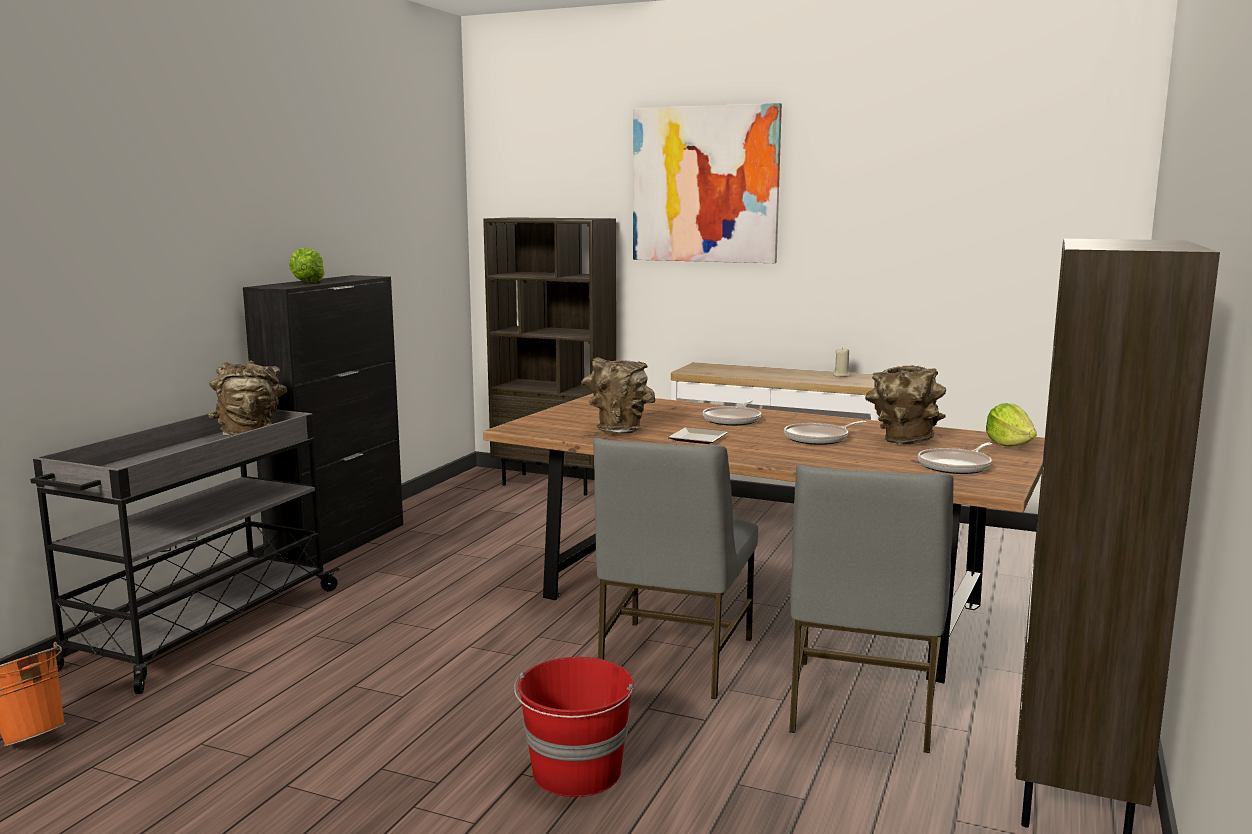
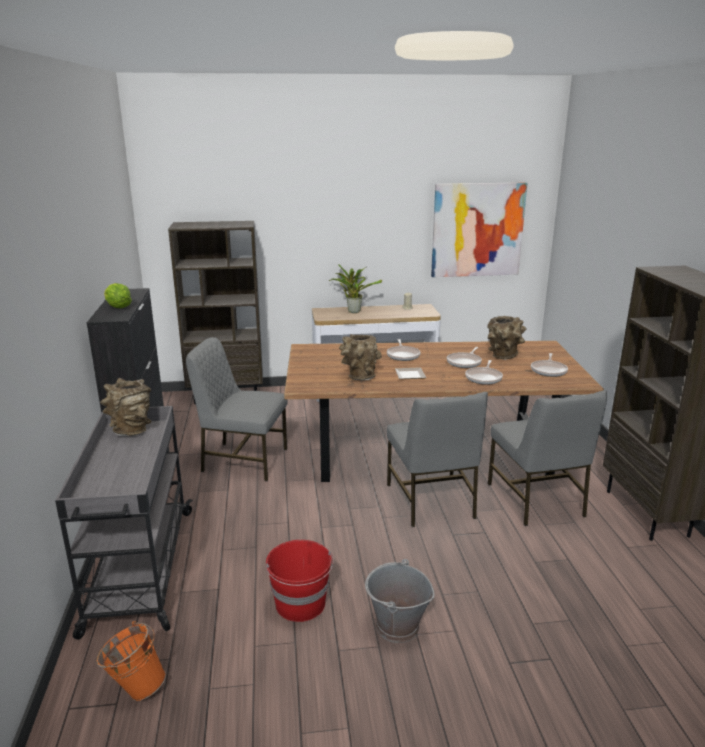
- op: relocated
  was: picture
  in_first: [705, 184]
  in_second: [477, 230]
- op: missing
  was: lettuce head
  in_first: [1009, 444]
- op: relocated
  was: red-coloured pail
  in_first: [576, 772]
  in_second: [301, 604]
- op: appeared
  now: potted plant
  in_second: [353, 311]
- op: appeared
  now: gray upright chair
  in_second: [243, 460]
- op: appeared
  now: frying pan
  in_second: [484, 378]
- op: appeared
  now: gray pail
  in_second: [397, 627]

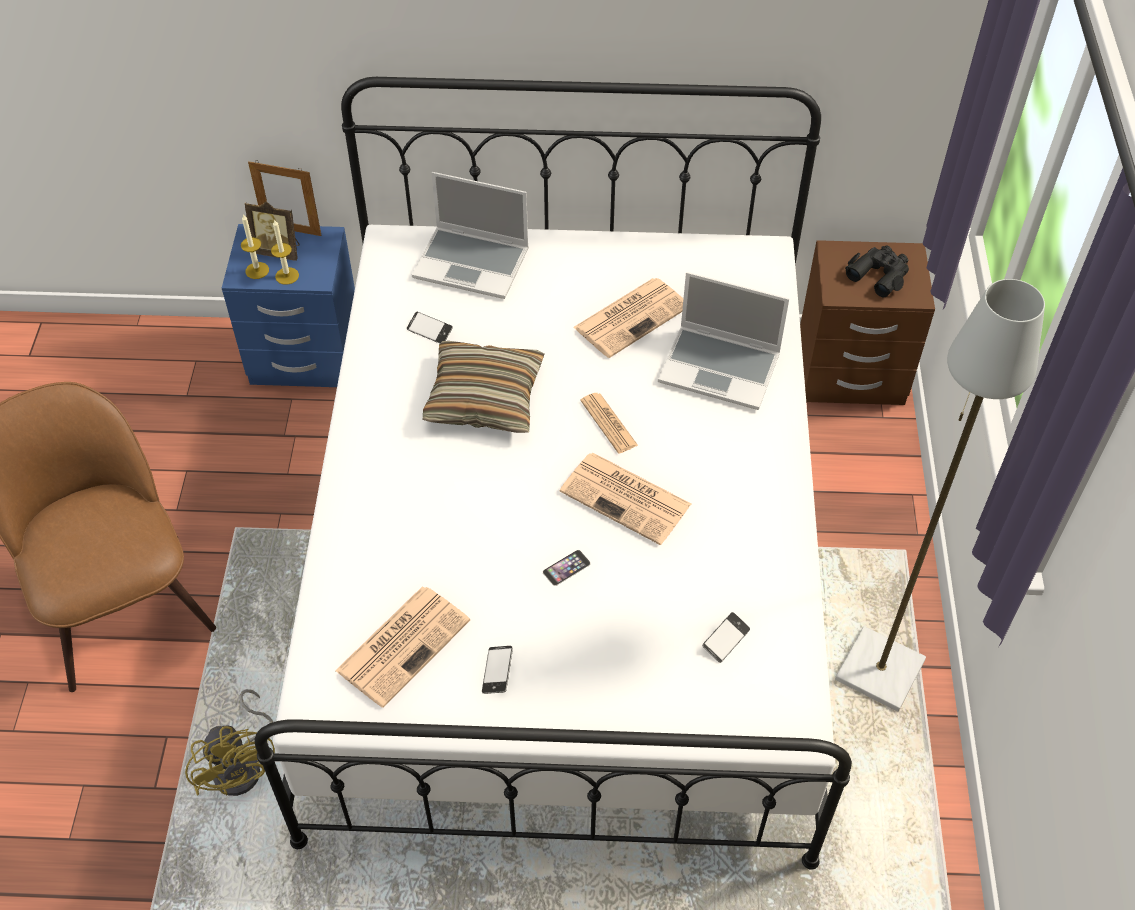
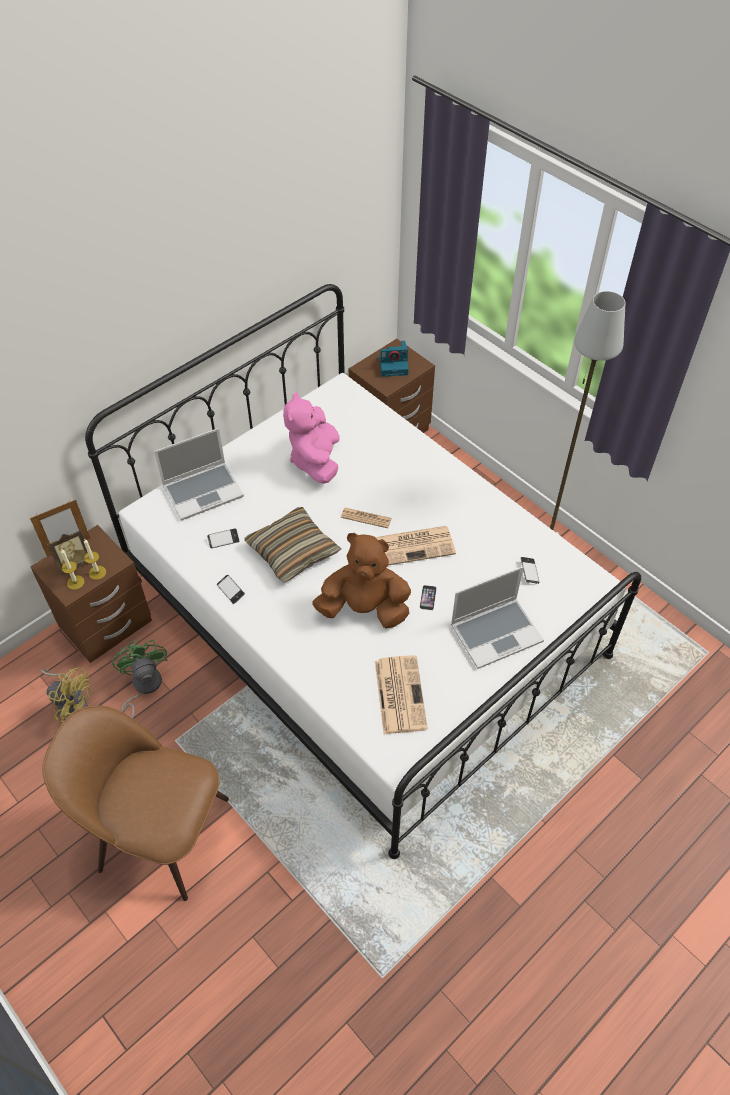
- op: colour
  was: bluish night table
  now: brown night table
  in_first: [306, 357]
  in_second: [105, 624]
- op: exchanged
  was: black pair of binoculars
  now: photo camera
  in_first: [879, 274]
  in_second: [394, 365]
- op: relocated
  was: portable computer
  in_first: [721, 368]
  in_second: [496, 632]
- op: exchanged
  was: newspaper
  now: pink cuddly toy
  in_first: [632, 316]
  in_second: [315, 460]
- op: relocated
  was: phone
  in_first: [497, 672]
  in_second: [231, 590]
- op: relocated
  was: yellowish electric fan
  in_first: [244, 765]
  in_second: [72, 703]
- op: appeared
  now: brown cuddly toy
  in_second: [364, 608]
- op: appeared
  now: green electric fan
  in_second: [143, 687]

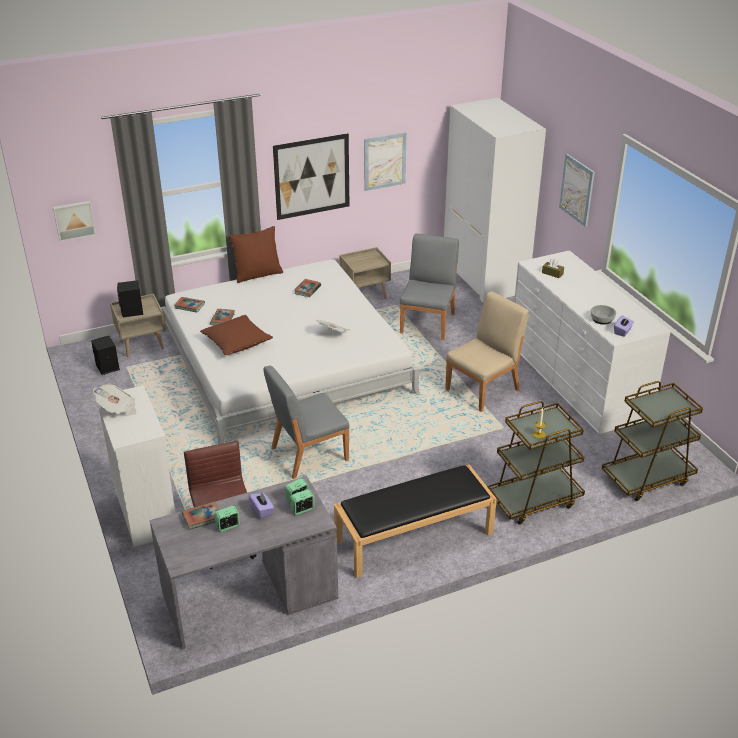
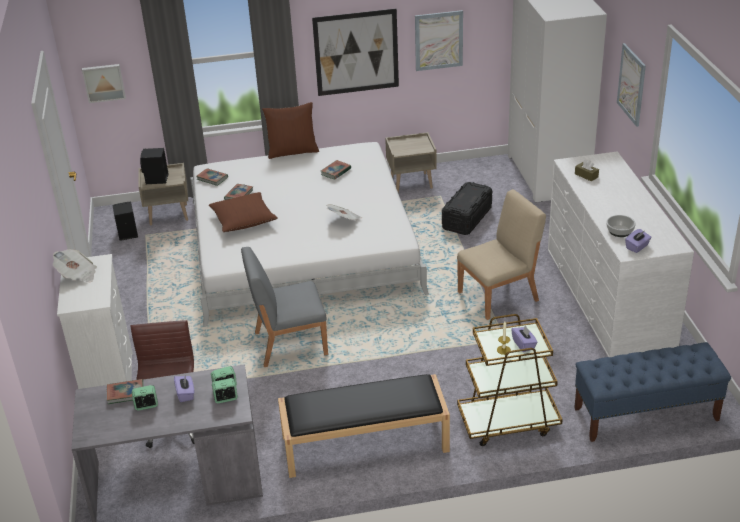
- op: exchanged
  was: gray upright chair
  now: black storage box
  in_first: [428, 323]
  in_second: [467, 218]
- op: exchanged
  was: brown cart
  now: bluish indoor bench
  in_first: [647, 478]
  in_second: [645, 414]
- op: appeared
  now: purple tissue box
  in_second: [524, 344]

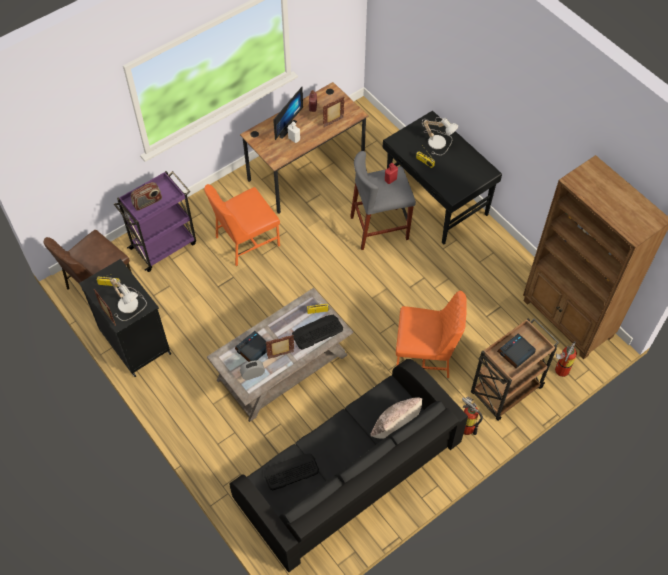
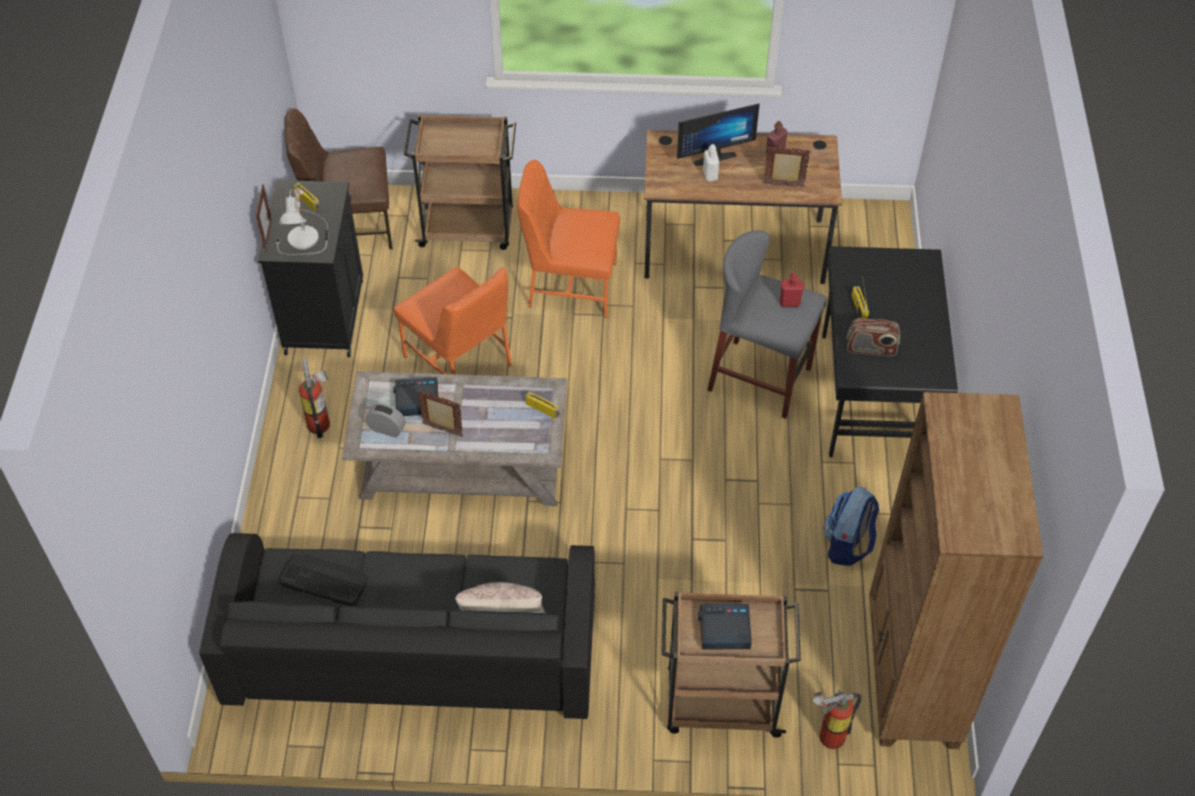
- op: missing
  was: lamp for a table
  in_first: [439, 141]
- op: colour
  was: purple cart
  now: brown cart
  in_first: [164, 245]
  in_second: [468, 228]
- op: relocated
  was: radio set
  in_first: [147, 202]
  in_second: [871, 349]
- op: relocated
  was: orange-coloured upright chair
  in_first: [425, 355]
  in_second: [460, 361]
- op: missing
  was: PC keyboard
  in_first: [317, 332]
- op: relocated
  was: extinguisher
  in_first: [466, 426]
  in_second: [320, 422]
- op: appeared
  now: backpack
  in_second: [847, 544]

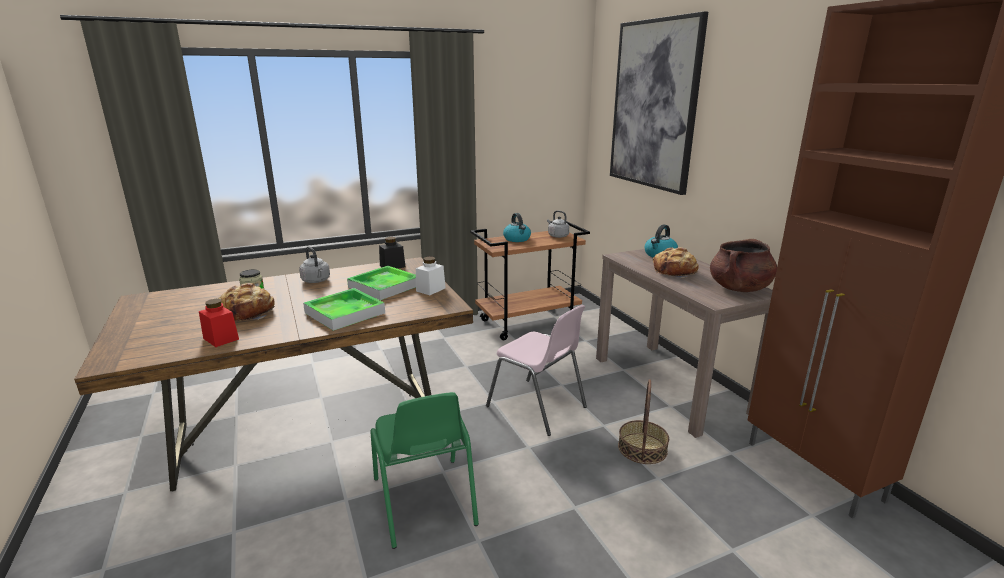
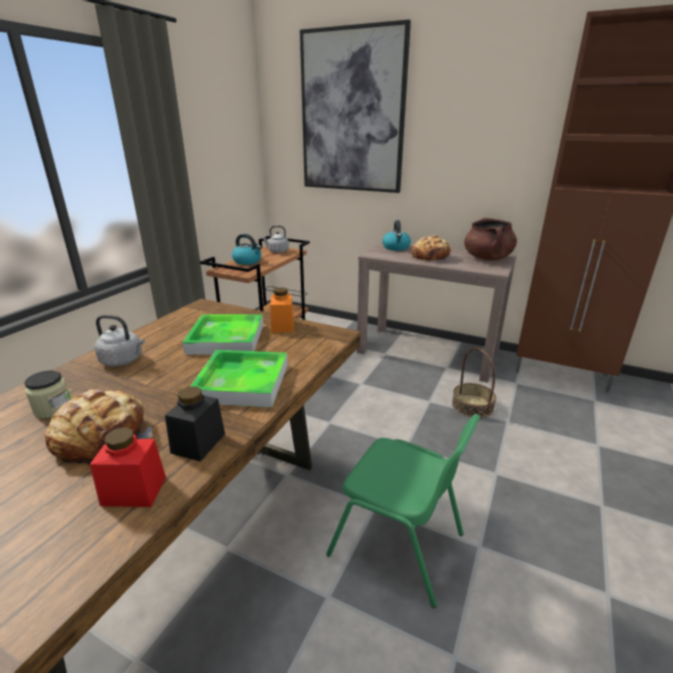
- op: relocated
  was: black jar
  in_first: [392, 266]
  in_second: [198, 443]
- op: colour
  was: whitish jar
  now: orange-coloured jar
  in_first: [430, 289]
  in_second: [282, 326]
- op: missing
  was: pink upright chair
  in_first: [537, 407]

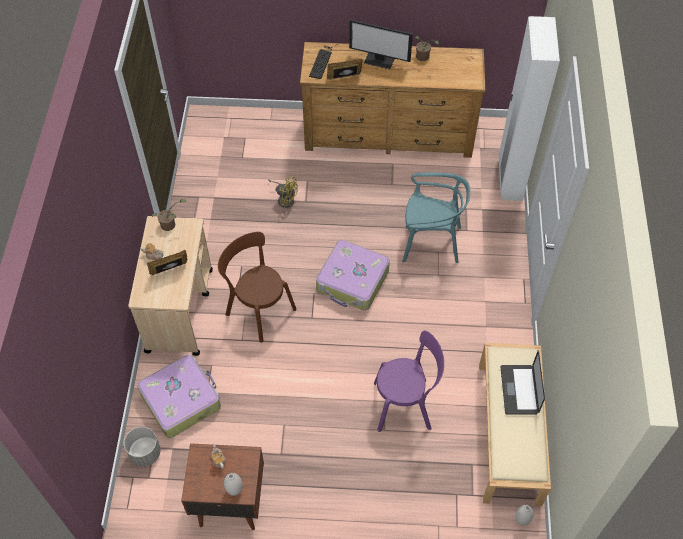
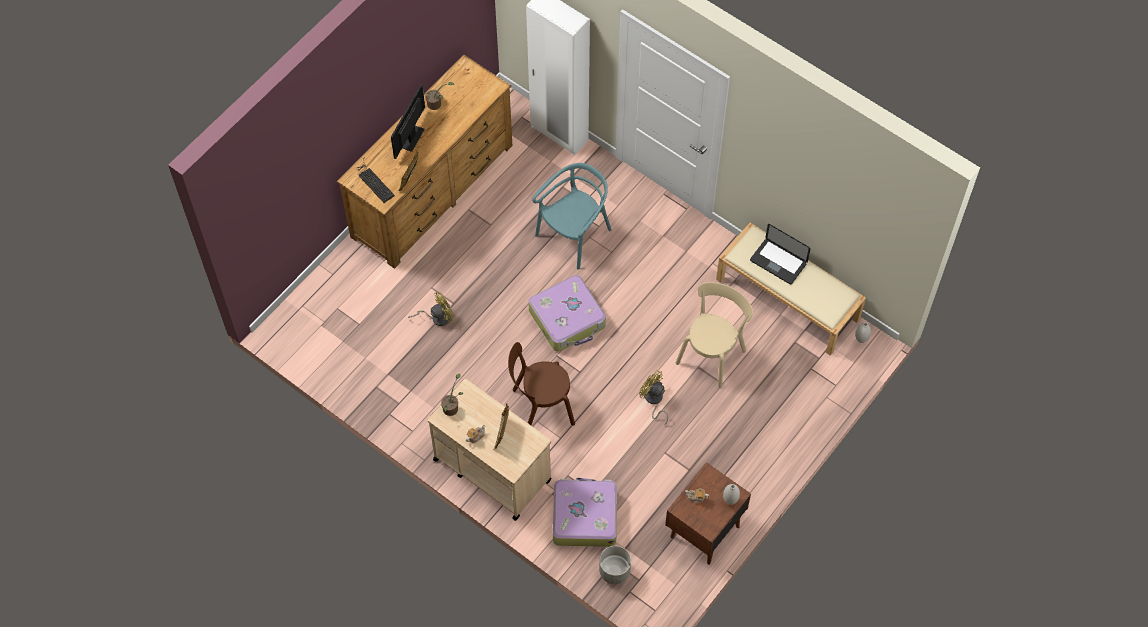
- op: spun
  was: monitor
  in_first: [380, 60]
  in_second: [410, 138]
  clockwise: 150
- op: colour
  was: purple upright chair
  now: sand-coloured upright chair
  in_first: [406, 405]
  in_second: [712, 354]
- op: appeared
  now: yellowish electric fan
  in_second: [653, 400]

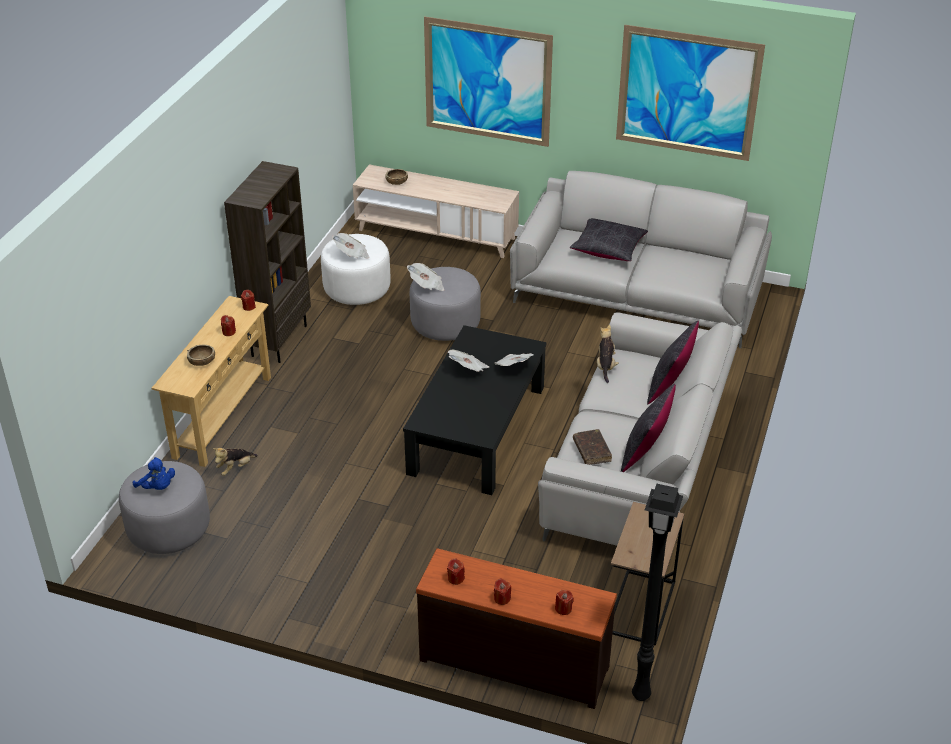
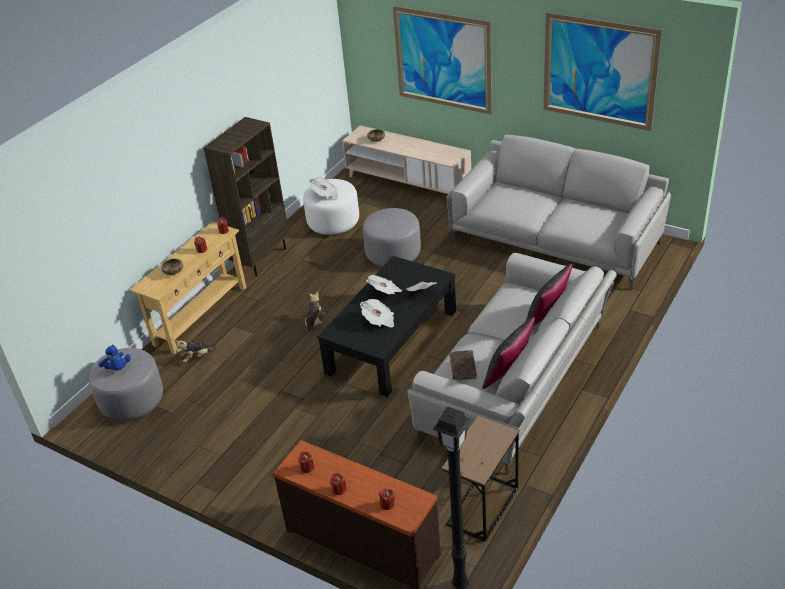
- op: missing
  was: black throw pillow
  in_first: [608, 248]
- op: relocated
  was: newspaper
  in_first: [426, 286]
  in_second: [379, 321]
- op: relocated
  was: cuddly toy
  in_first: [605, 366]
  in_second: [315, 323]

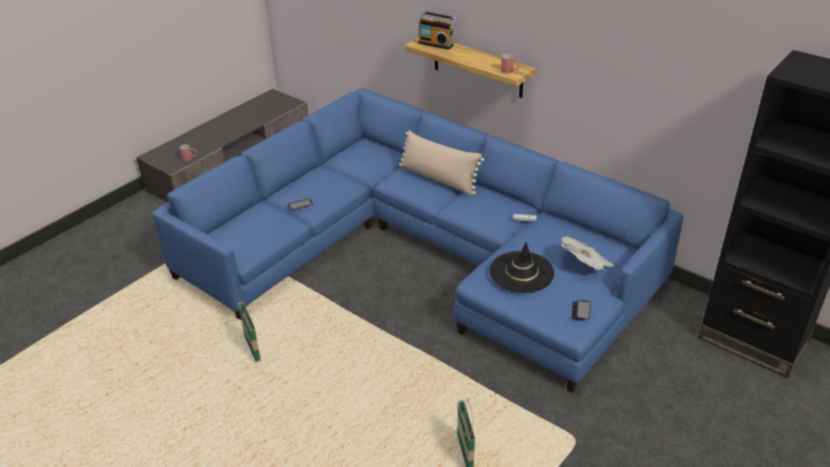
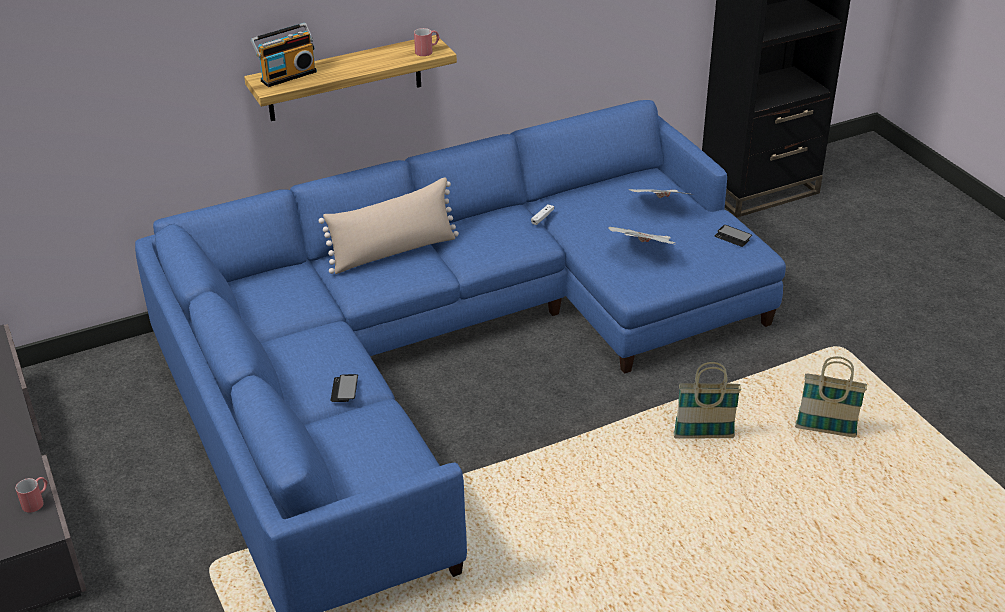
- op: exchanged
  was: black wearable hat
  now: newspaper
  in_first: [521, 272]
  in_second: [644, 251]
- op: relocated
  was: storage basket
  in_first: [252, 349]
  in_second: [703, 437]

